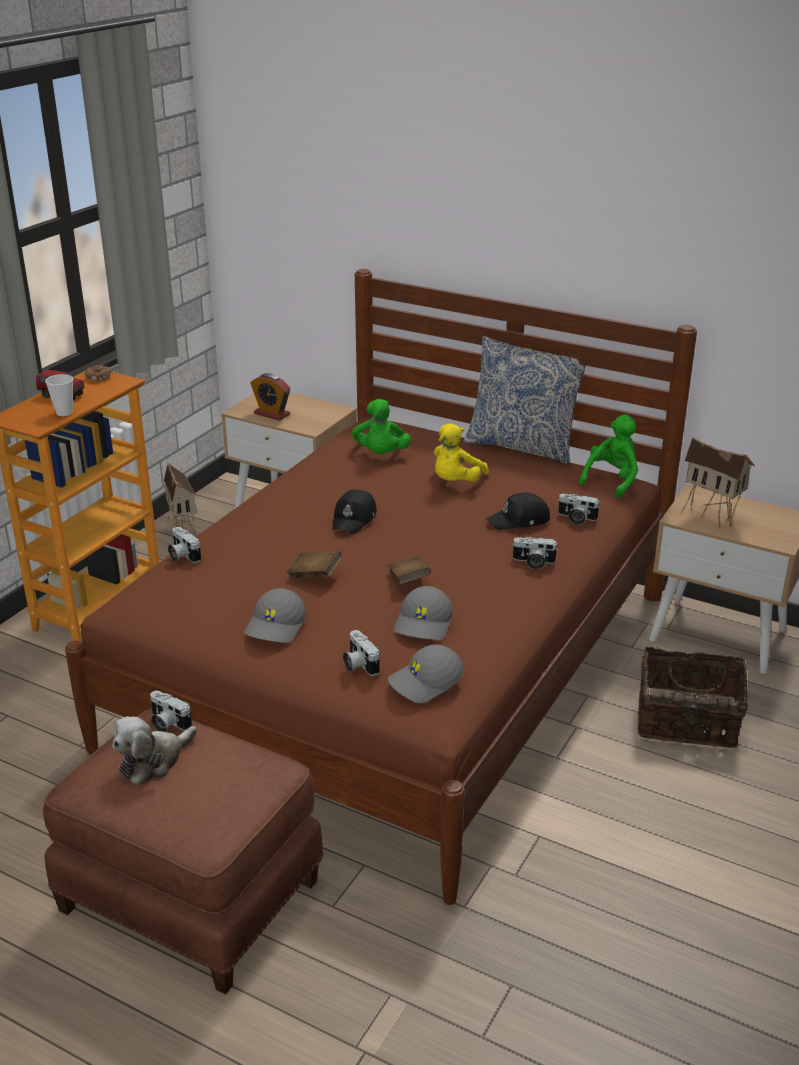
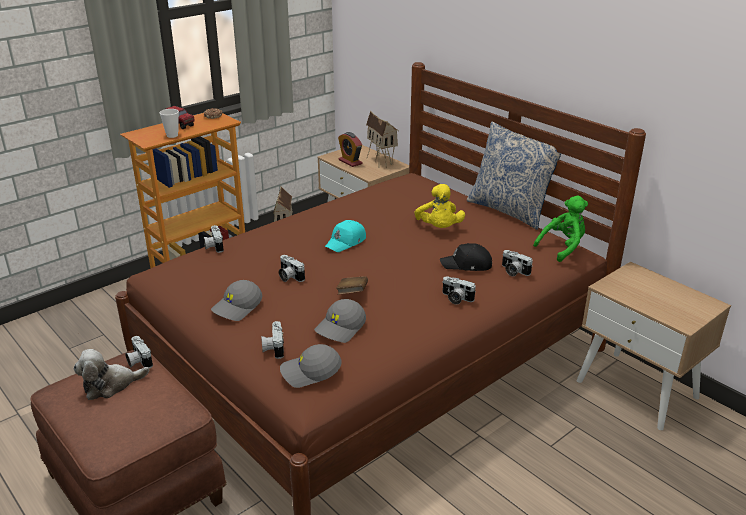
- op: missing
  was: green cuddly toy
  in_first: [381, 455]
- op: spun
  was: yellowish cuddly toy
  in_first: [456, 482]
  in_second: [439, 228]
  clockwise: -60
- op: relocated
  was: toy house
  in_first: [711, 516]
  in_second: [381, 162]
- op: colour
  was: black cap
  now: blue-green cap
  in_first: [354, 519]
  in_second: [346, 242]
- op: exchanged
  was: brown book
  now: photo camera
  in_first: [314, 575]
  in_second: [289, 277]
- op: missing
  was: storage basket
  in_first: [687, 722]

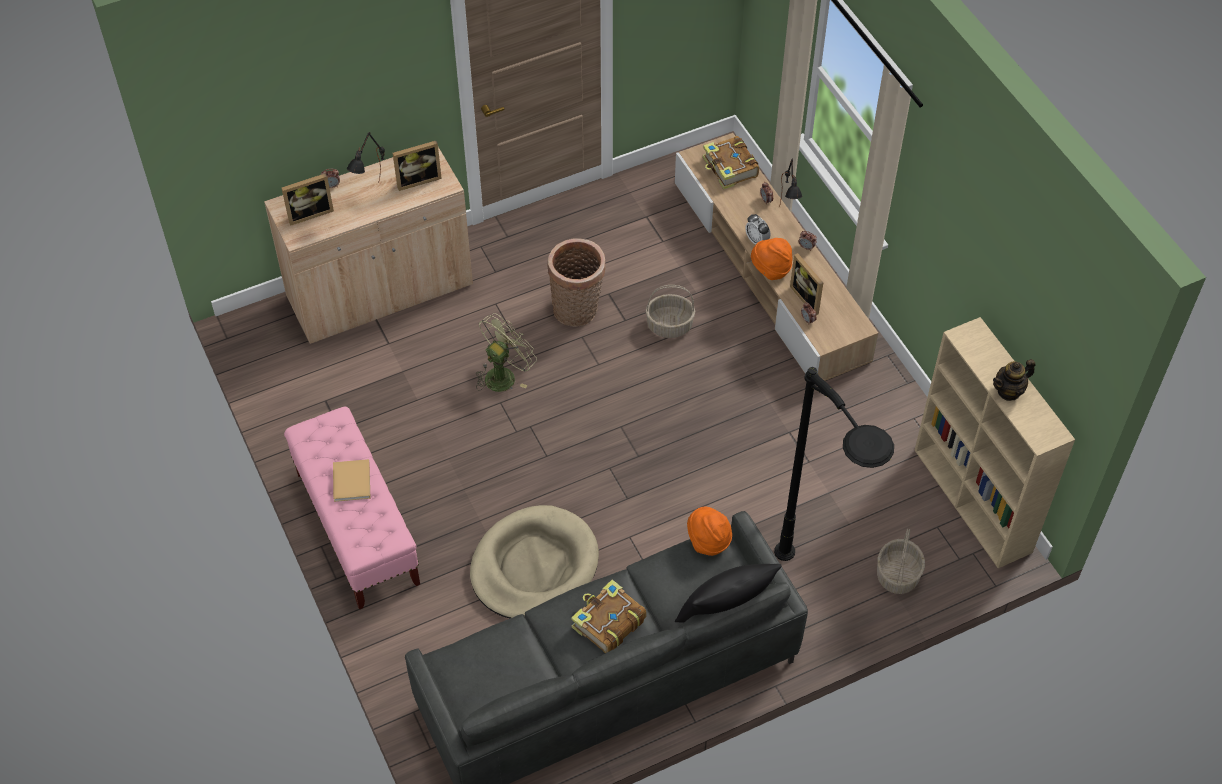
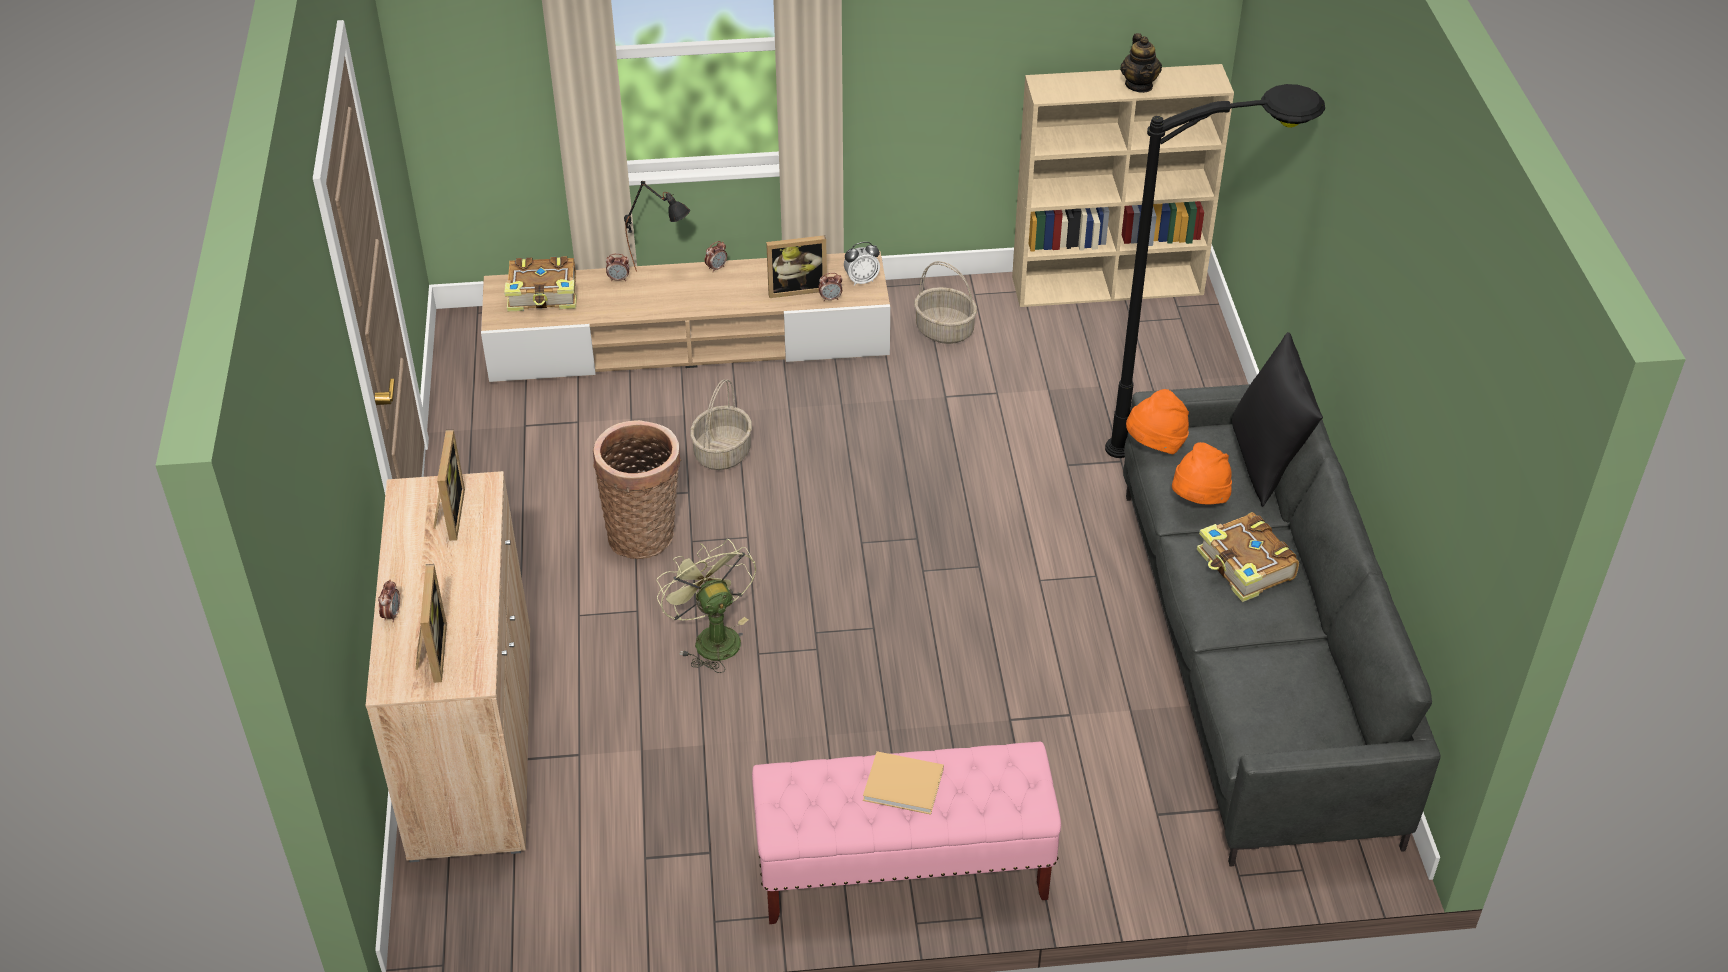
- op: missing
  was: black lamp for a table
  in_first: [373, 197]
- op: relocated
  was: bedside clock
  in_first: [756, 240]
  in_second: [861, 280]
- op: relocated
  was: orange-coloured wearable hat
  in_first: [771, 269]
  in_second: [1198, 499]
- op: missing
  was: sand-coloured dog bed
  in_first: [534, 566]
- op: relocated
  was: storage basket
  in_first: [898, 576]
  in_second: [945, 330]

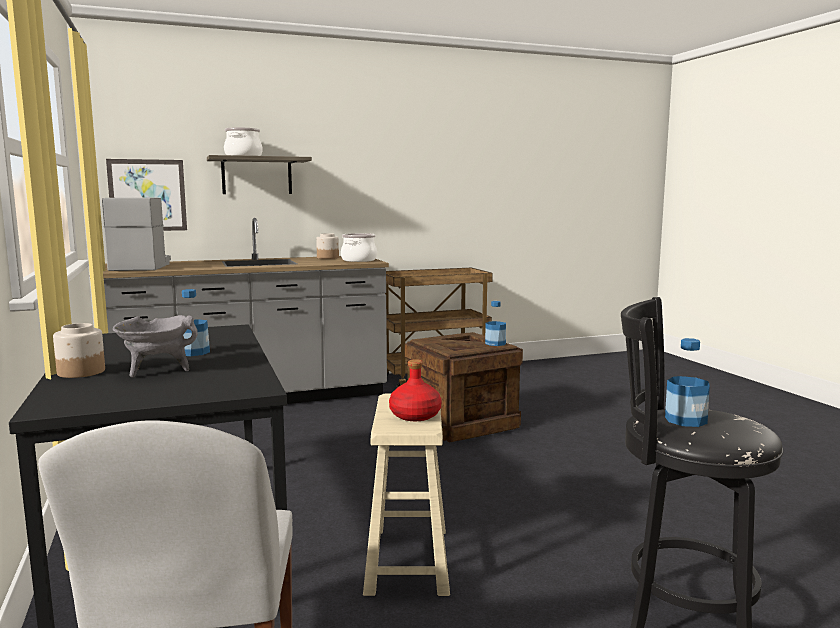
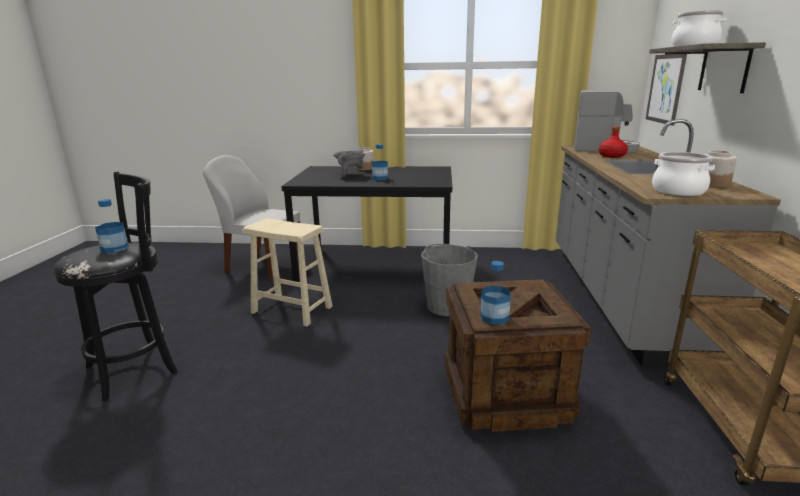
- op: relocated
  was: red-coloured drink bottle
  in_first: [415, 415]
  in_second: [611, 156]
- op: appeared
  now: gray pail
  in_second: [447, 306]

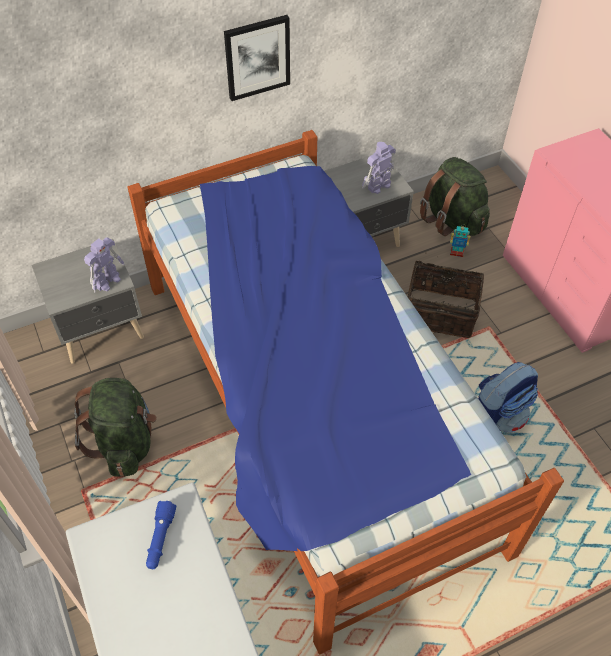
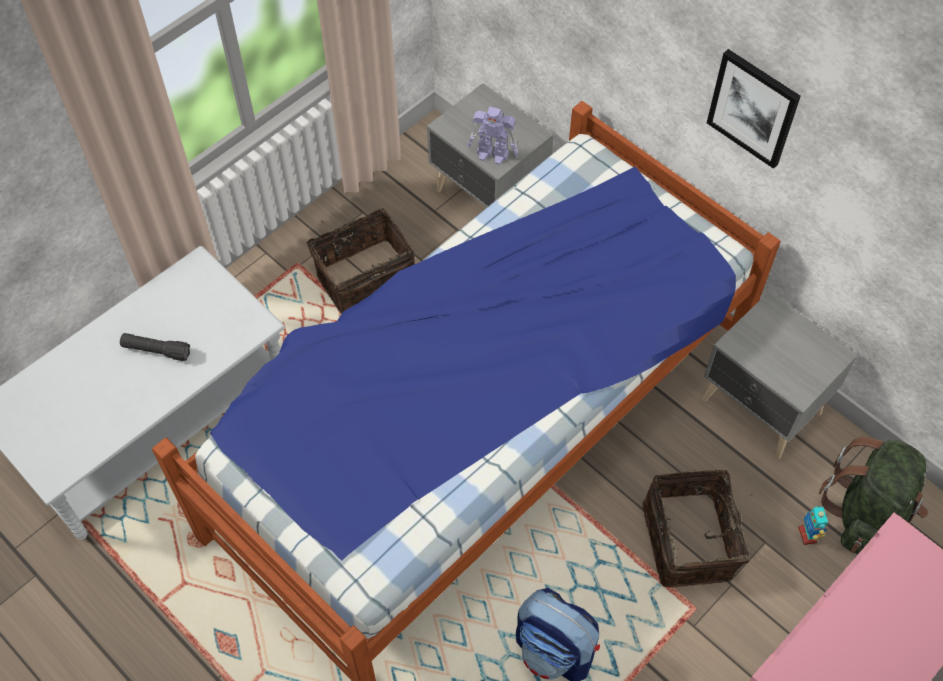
- op: missing
  was: model robot
  in_first: [378, 186]
- op: exchanged
  was: green backpack
  now: storage basket
  in_first: [125, 442]
  in_second: [364, 276]
- op: missing
  was: bluish torch
  in_first: [160, 538]
- op: appeared
  now: black torch
  in_second: [156, 350]

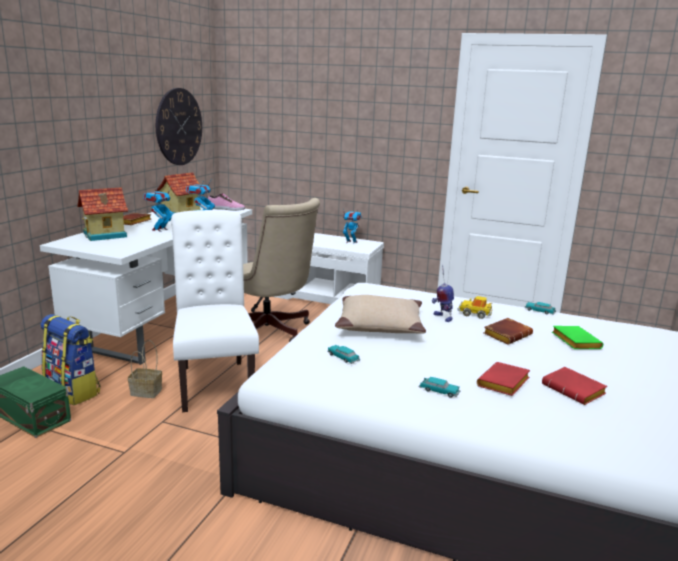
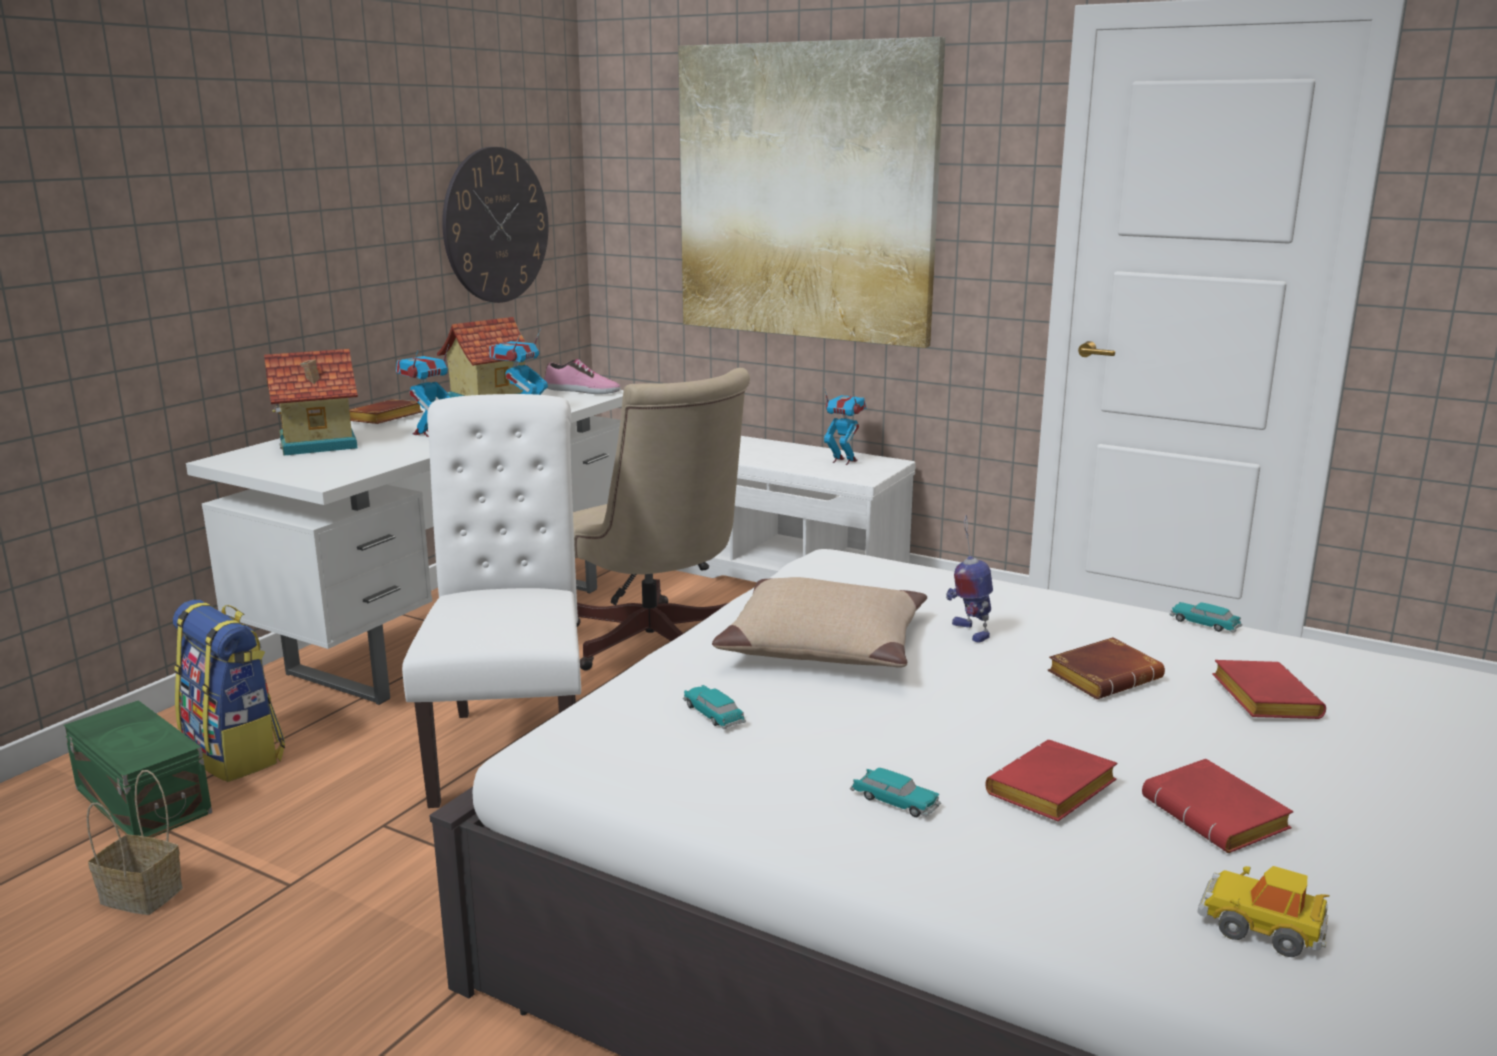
- op: relocated
  was: toy car
  in_first: [474, 314]
  in_second: [1261, 928]
- op: colour
  was: green book
  now: red-coloured book
  in_first: [574, 341]
  in_second: [1260, 698]
- op: relocated
  was: storage basket
  in_first: [147, 391]
  in_second: [144, 895]
- op: appeared
  now: picture
  in_second: [805, 193]

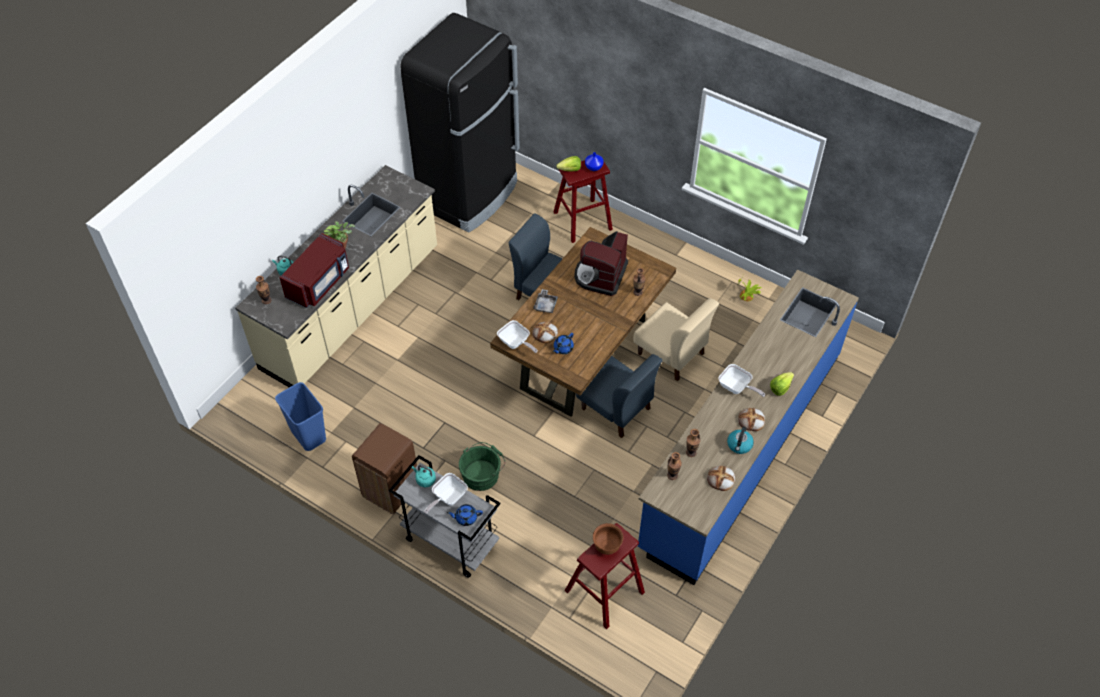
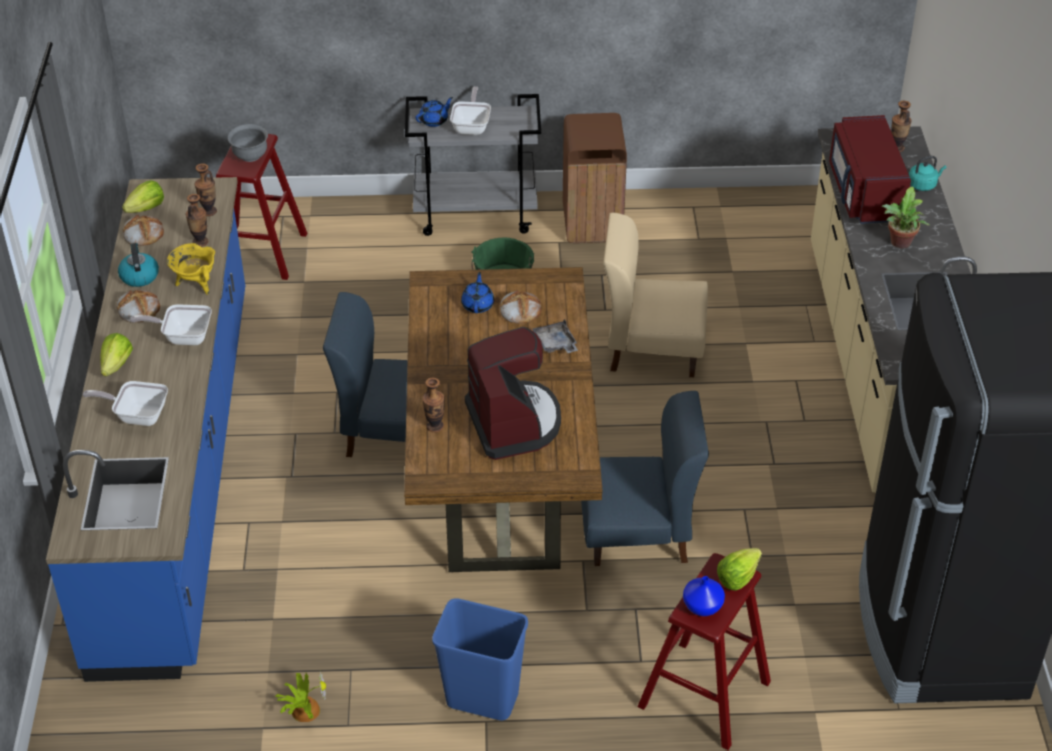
- op: relocated
  was: sand-coloured upright chair
  in_first: [671, 354]
  in_second: [652, 348]
- op: relocated
  was: frying pan
  in_first: [516, 343]
  in_second: [137, 415]
- op: relocated
  was: bluish rubbish bin
  in_first: [308, 435]
  in_second: [483, 698]
- op: missing
  was: blue-green tea kettle
  in_first: [425, 480]
- op: colour
  was: brown serving bowl
  now: gray serving bowl
  in_first: [607, 546]
  in_second: [250, 156]
- op: appeared
  now: lettuce head
  in_second: [146, 208]
- op: appeared
  now: yellowish cooking pot
  in_second: [196, 284]

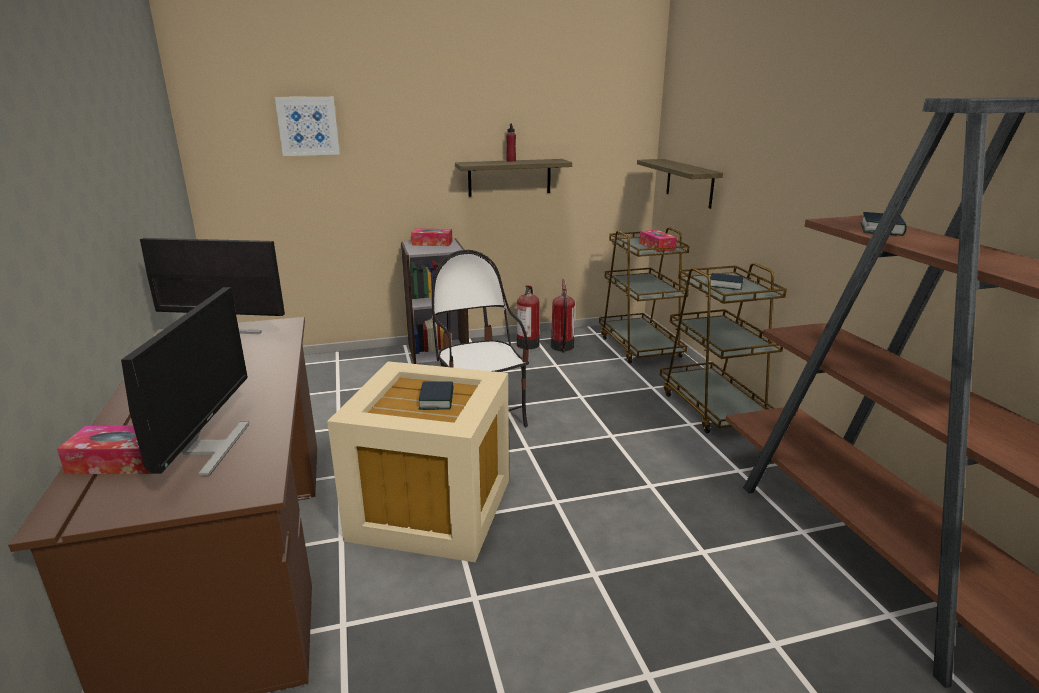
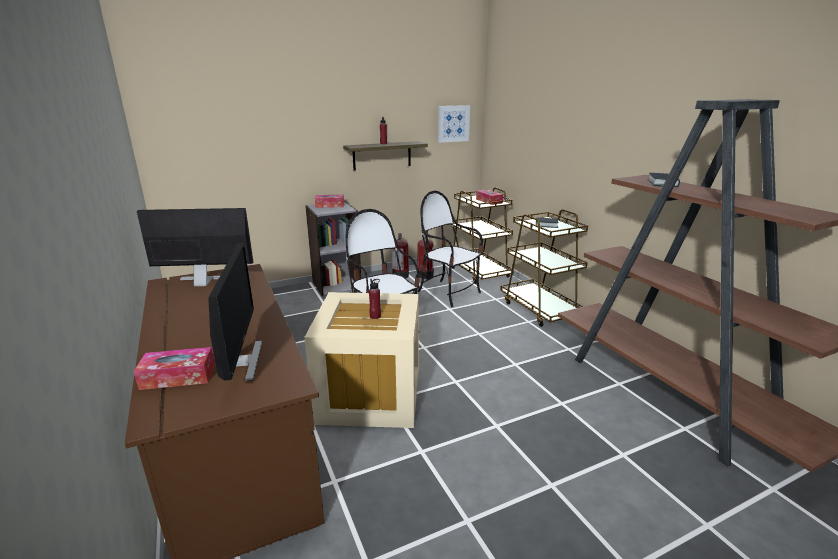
- op: relocated
  was: picture
  in_first: [308, 126]
  in_second: [453, 123]
- op: missing
  was: bracket shelf
  in_first: [689, 183]
- op: exchanged
  was: book
  now: red-coloured drink bottle
  in_first: [437, 400]
  in_second: [375, 316]
- op: appeared
  now: upright chair
  in_second: [449, 293]

